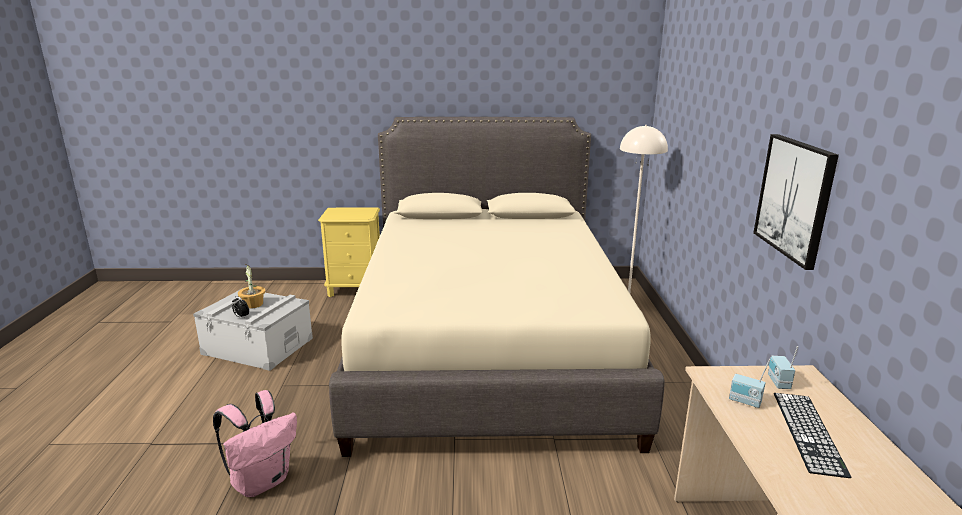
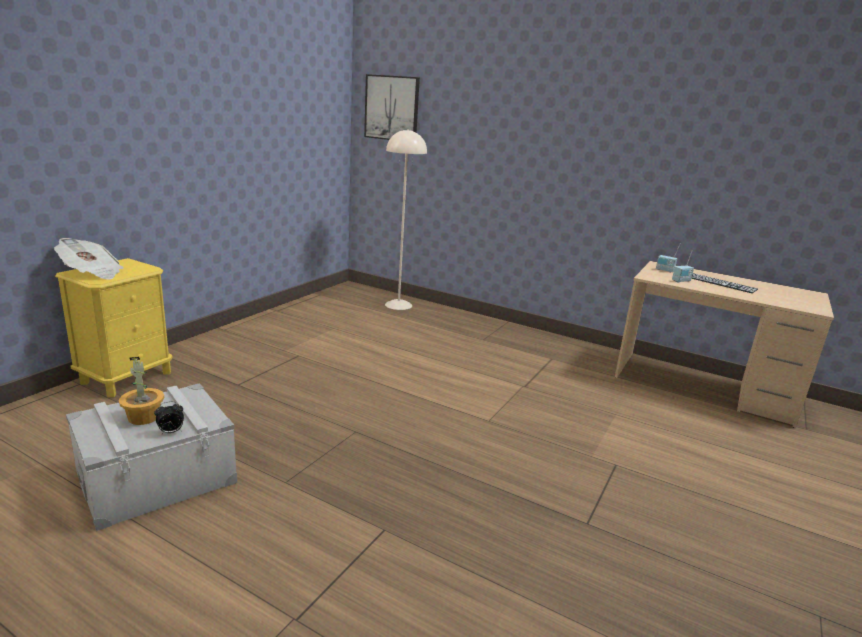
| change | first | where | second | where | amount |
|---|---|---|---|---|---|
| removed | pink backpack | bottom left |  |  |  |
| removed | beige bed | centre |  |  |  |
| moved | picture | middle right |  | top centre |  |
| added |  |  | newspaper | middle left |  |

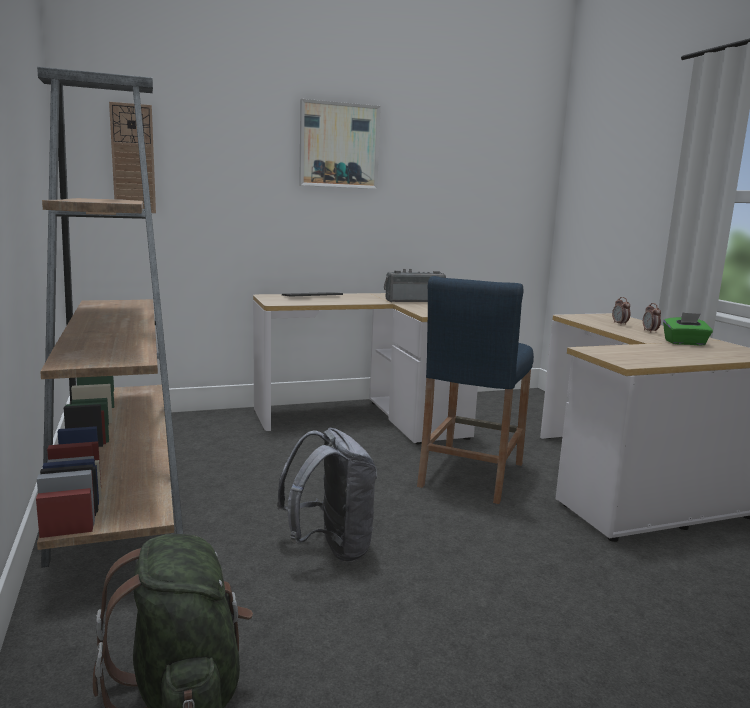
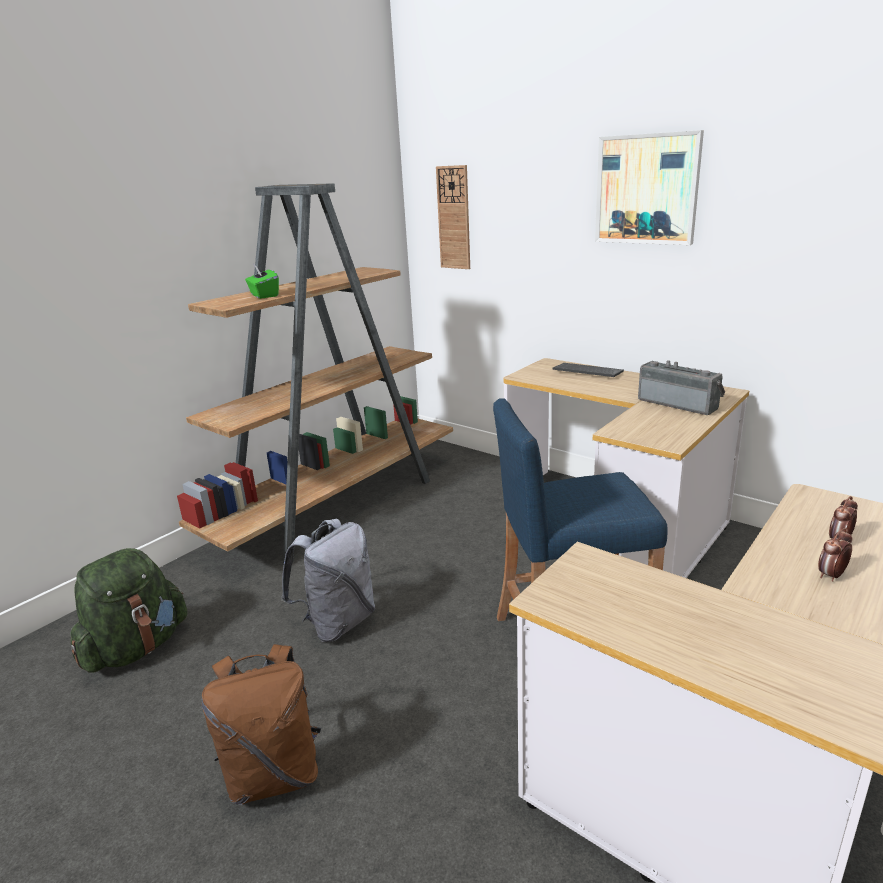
| change | first | where | second | where | amount |
|---|---|---|---|---|---|
| moved | green tissue box | middle right |  | top left |  |
| added |  |  | brown backpack | bottom left |  |

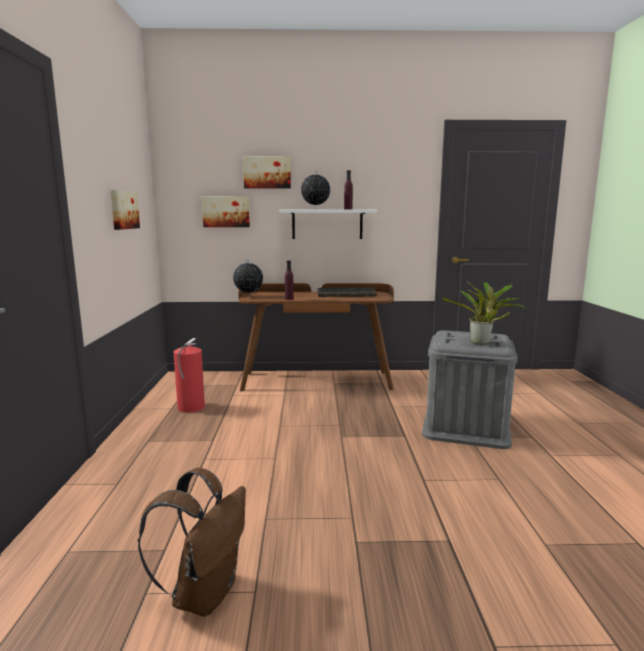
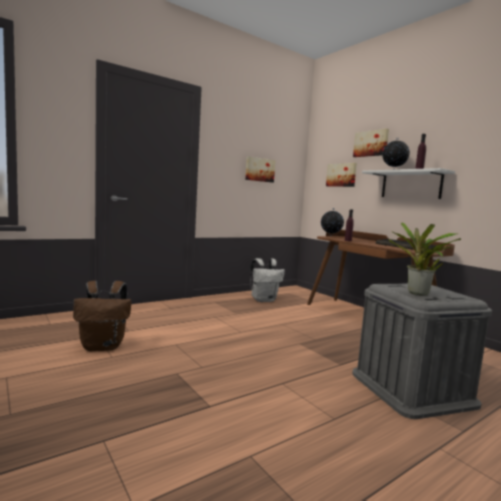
| change | first | where | second | where | amount |
|---|---|---|---|---|---|
| replaced | fire extinguisher | middle left | white backpack | centre |  |

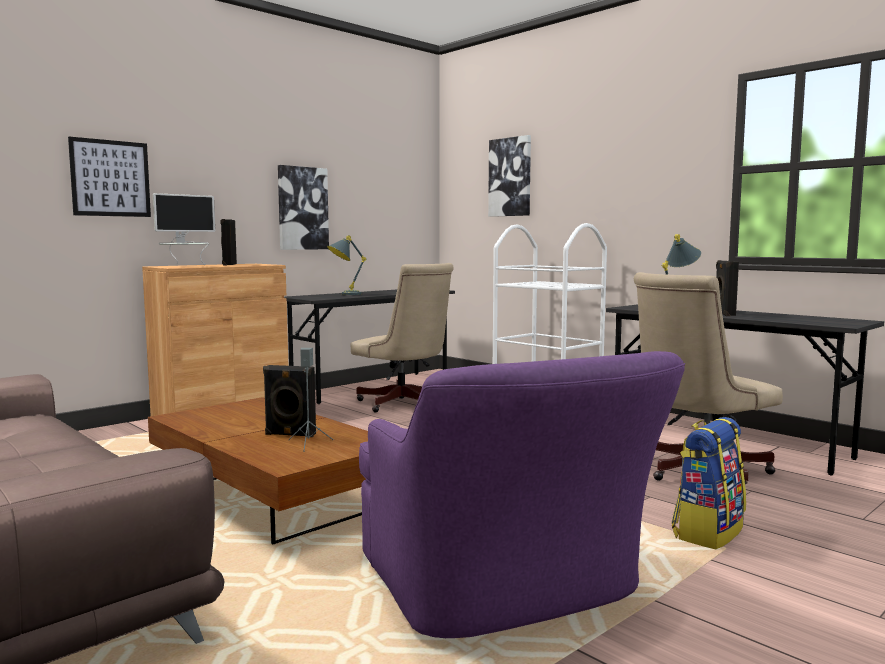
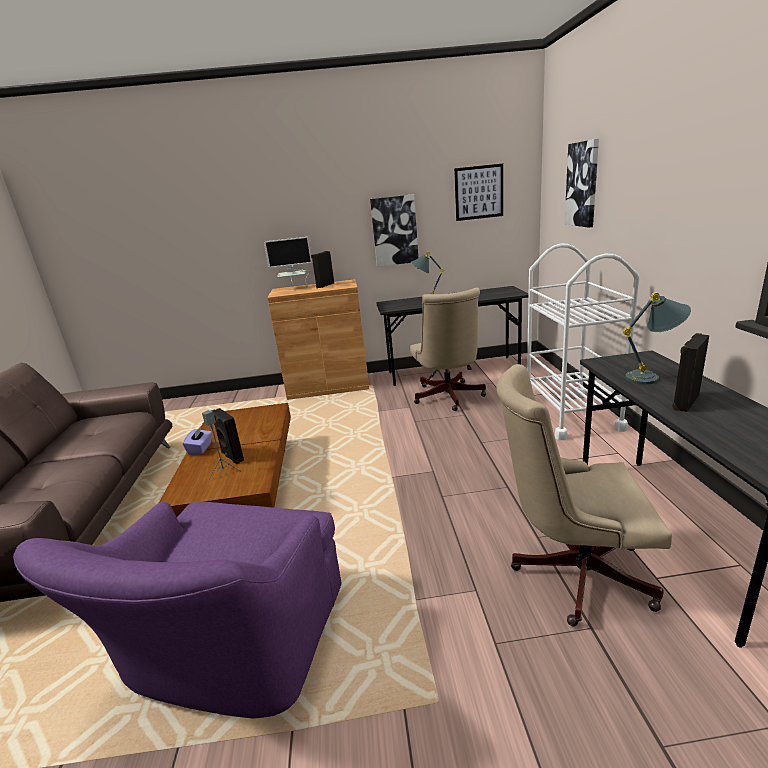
| change | first | where | second | where | amount |
|---|---|---|---|---|---|
| moved | picture (1st from left in the first image) | top left | picture (2nd from left) | top centre |  |
| removed | backpack | bottom right |  |  |  |
| added |  |  | purple tissue box | middle left |  |

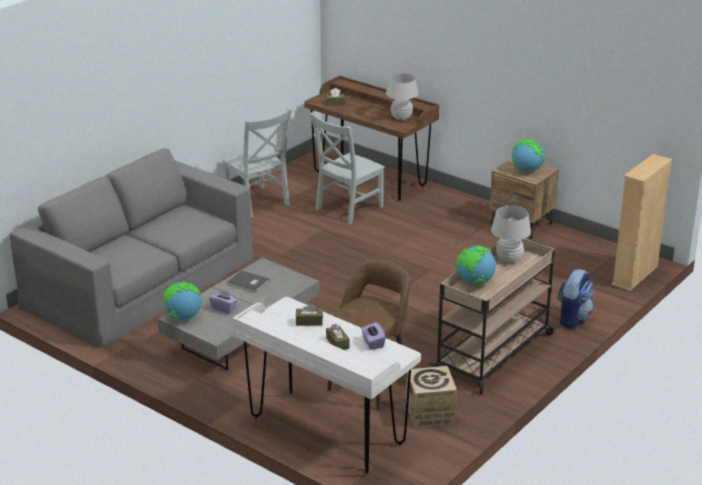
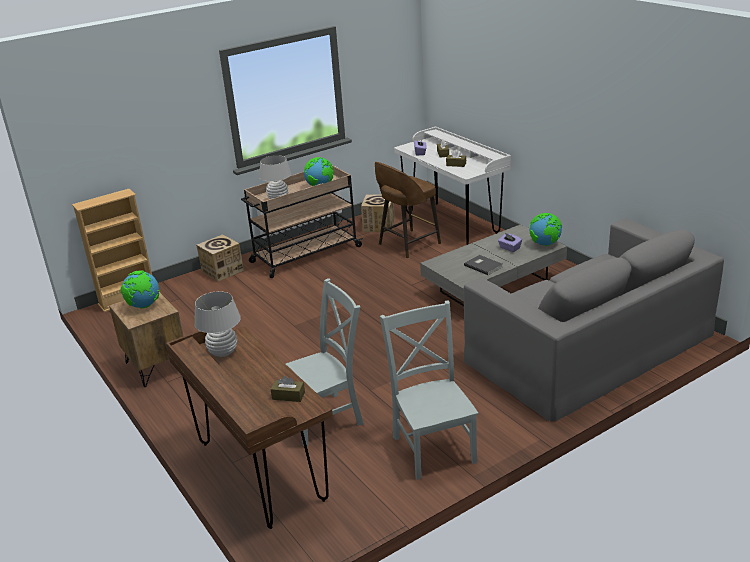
| change | first | where | second | where | amount |
|---|---|---|---|---|---|
| replaced | backpack | middle right | cardboard box (1st from left) | middle left |  |

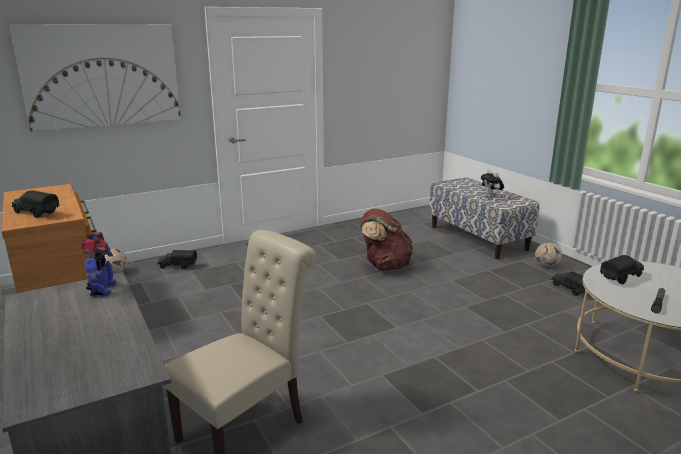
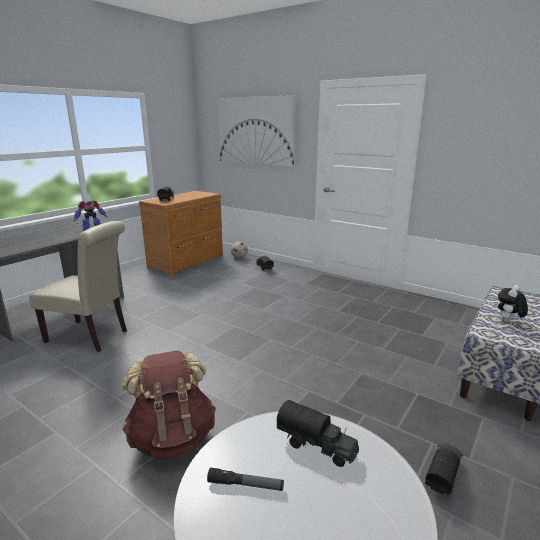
| change | first | where | second | where | amount |
|---|---|---|---|---|---|
| moved | brown backpack | centre |  | bottom left |  |
| removed | football (2nd from left) | middle right |  |  |  |

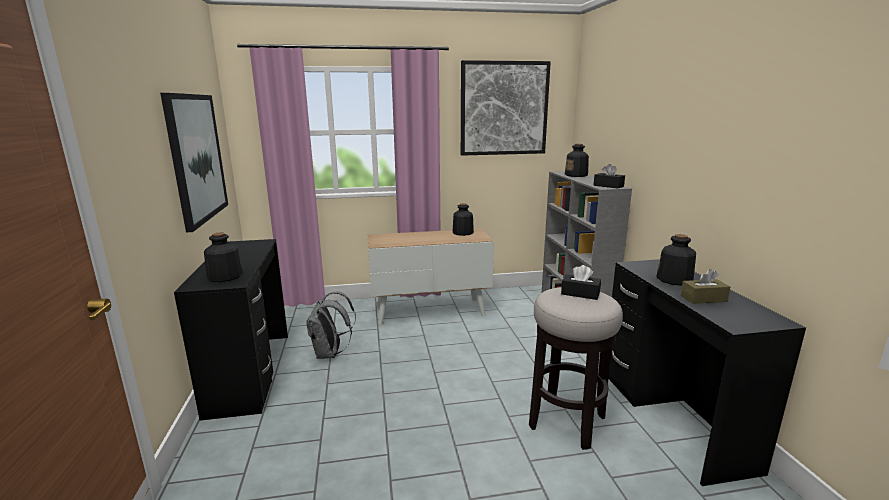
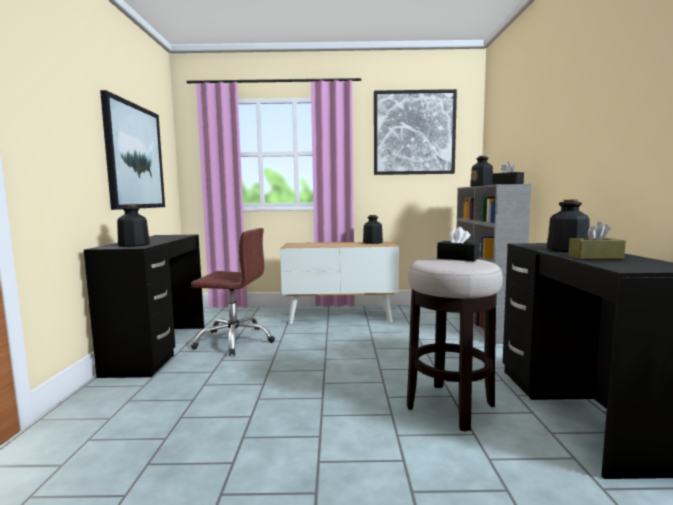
| change | first | where | second | where | amount |
|---|---|---|---|---|---|
| replaced | grey backpack | centre | brown office chair | centre |  |

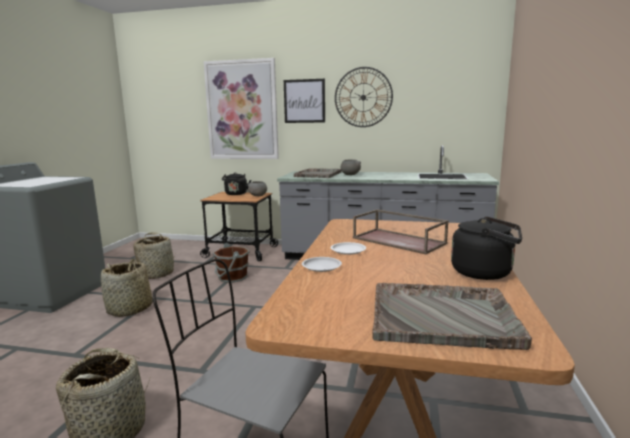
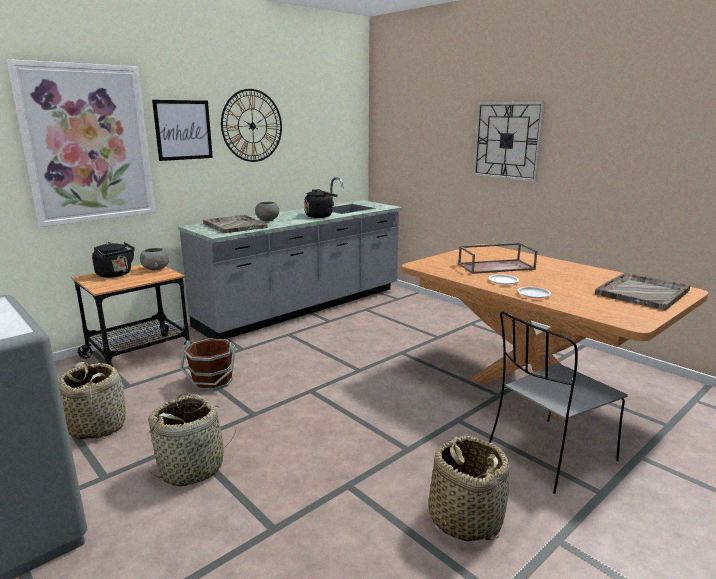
| change | first | where | second | where | amount |
|---|---|---|---|---|---|
| moved | black kettle (2nd from left) | middle right |  | centre |  |
| added |  |  | wall clock (2nd from left) | top right |  |

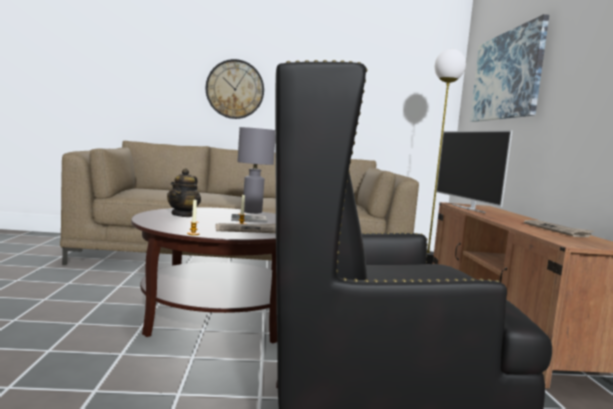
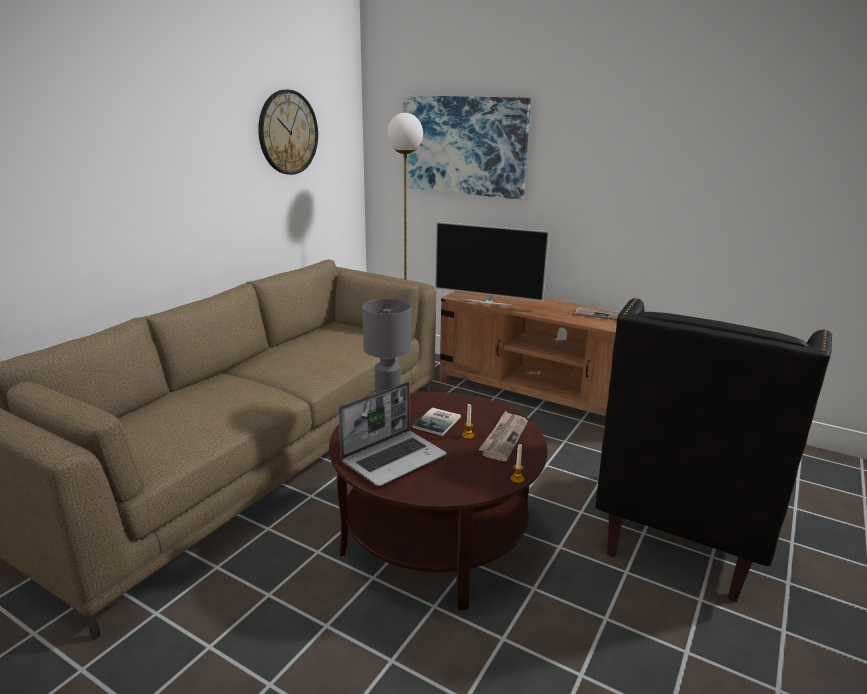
| change | first | where | second | where | amount |
|---|---|---|---|---|---|
| replaced | teapot | middle left | laptop | centre |  |
| moved | wall clock | top centre |  | top left |  |

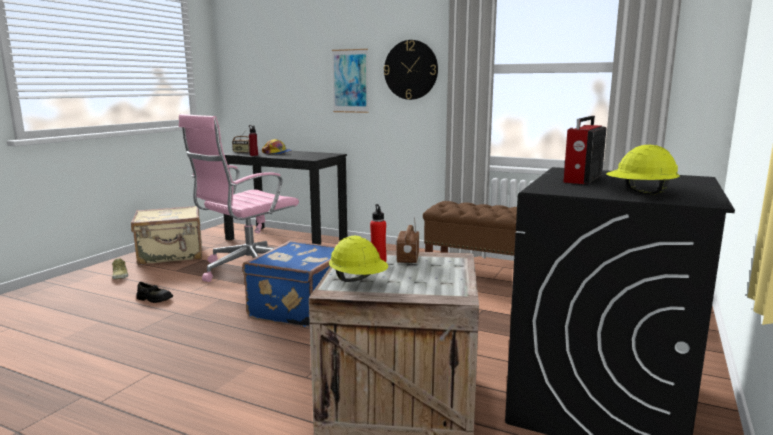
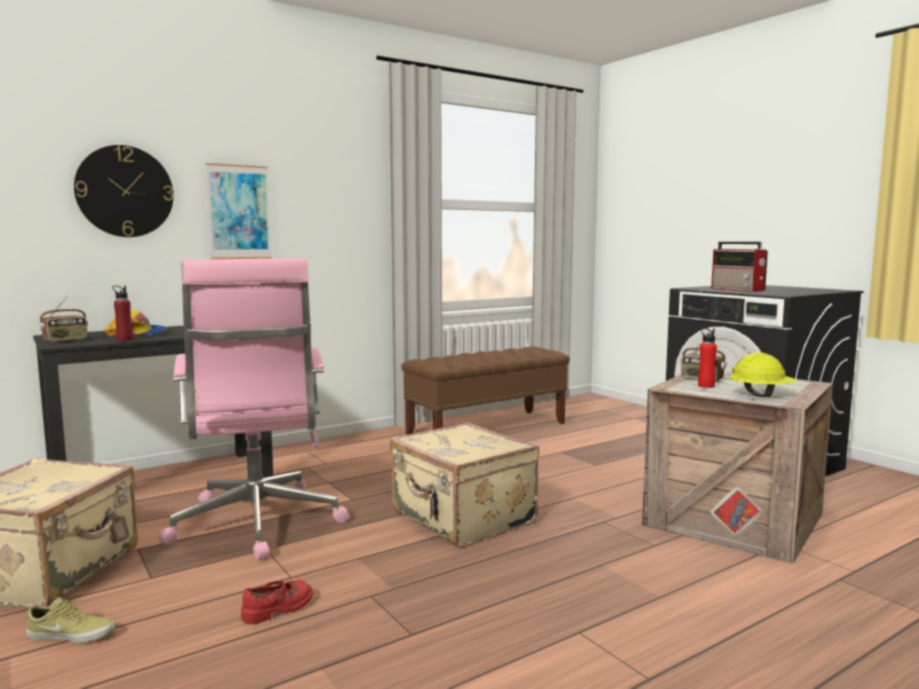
| change | first | where | second | where | amount |
|---|---|---|---|---|---|
| recoloured | black shoe | bottom left | red shoe | bottom left |  |
| recoloured | blue suitcase | centre | beige suitcase (2nd from left) | bottom centre |  |
| moved | wall clock | top centre |  | top left |  |
| removed | yellow hard hat (2nd from left) | middle right |  |  |  |

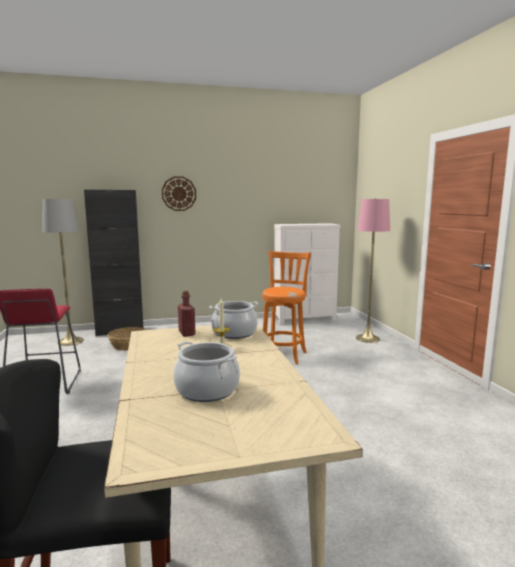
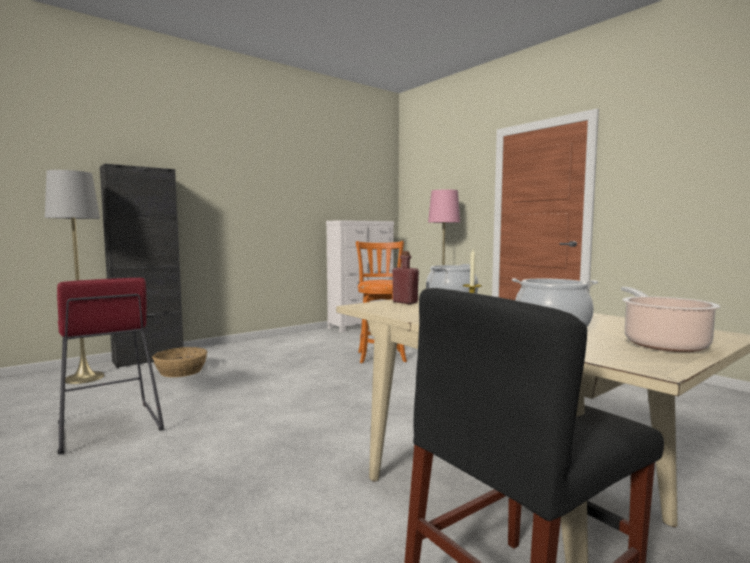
| change | first | where | second | where | amount |
|---|---|---|---|---|---|
| removed | wall clock | centre |  |  |  |
| added |  |  | cooking pot (3rd from left) | middle right |  |

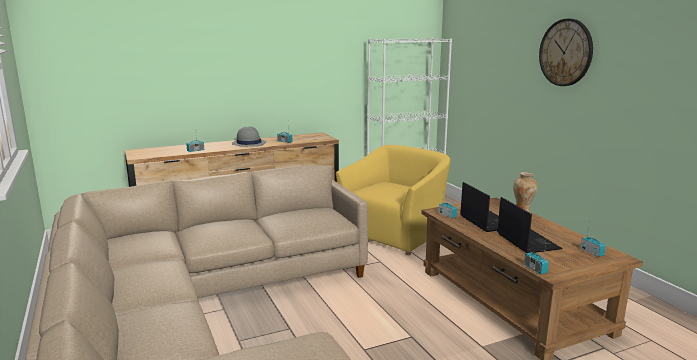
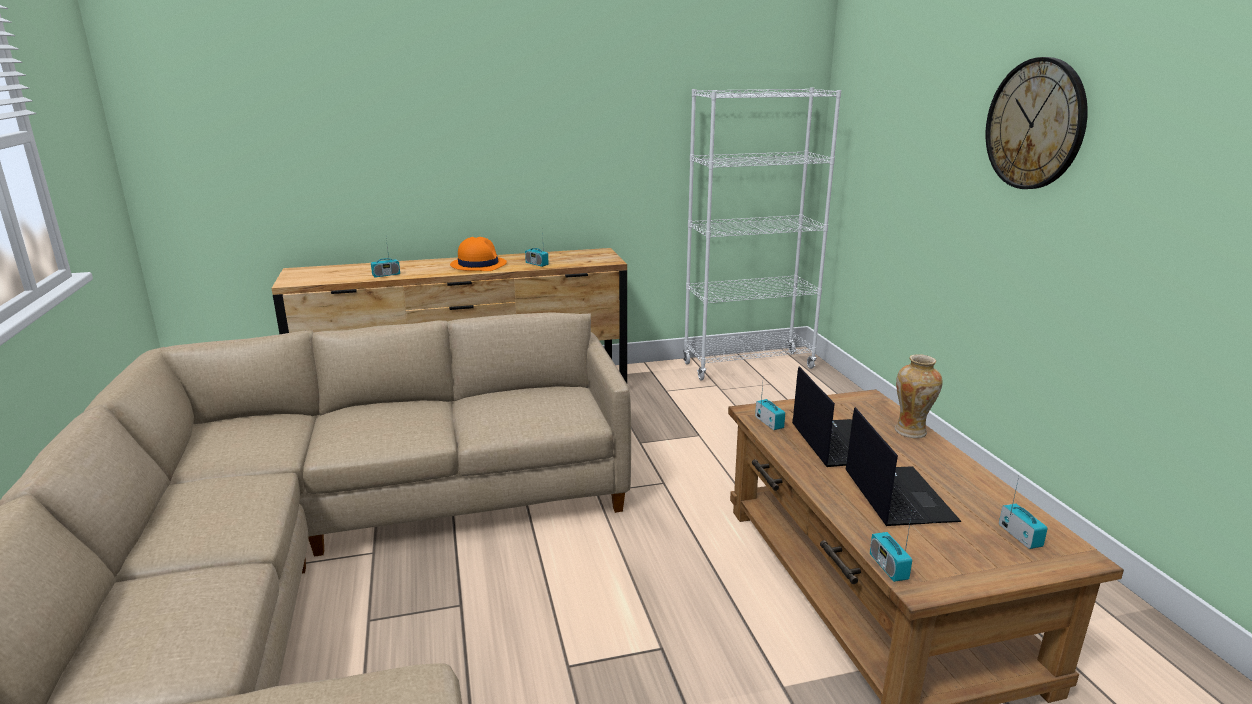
| change | first | where | second | where | amount |
|---|---|---|---|---|---|
| recoloured | grey hat | centre | orange hat | centre |  |
| removed | yellow armchair | centre |  |  |  |

